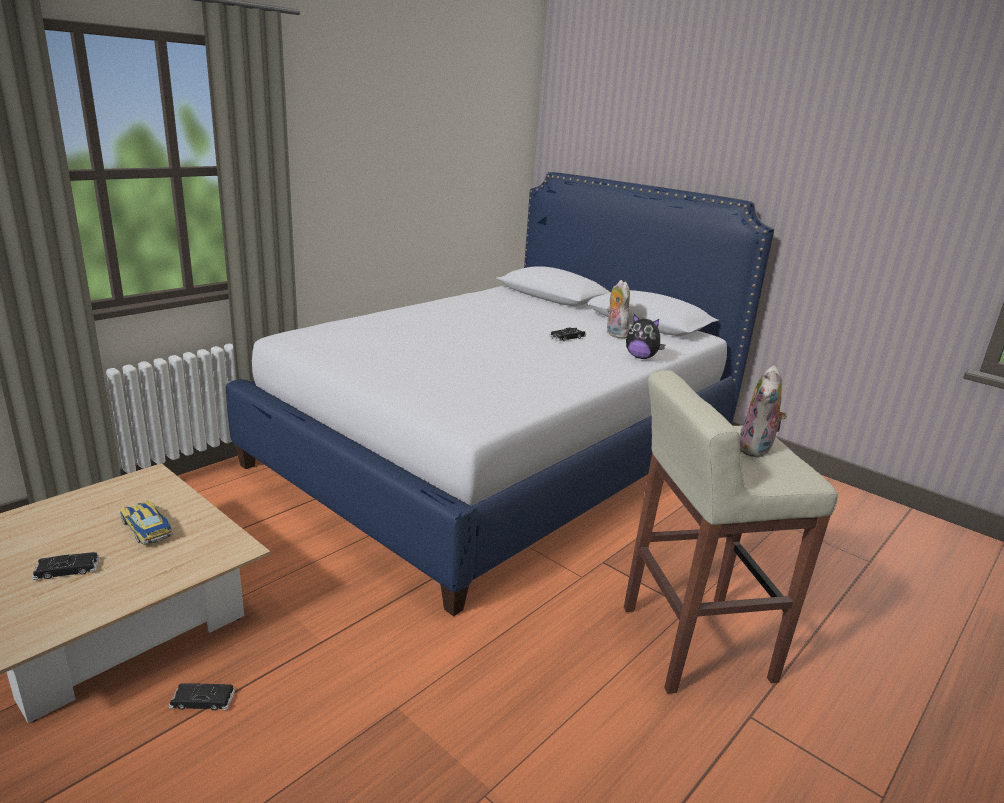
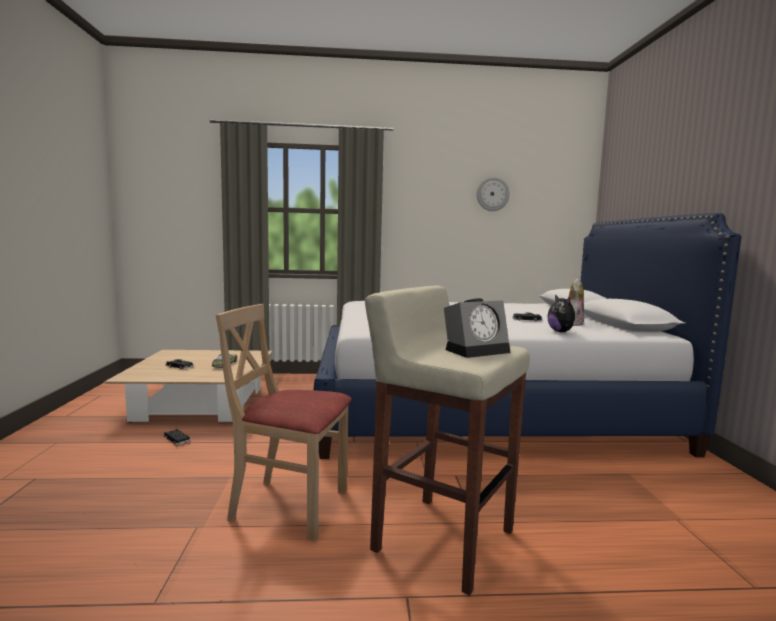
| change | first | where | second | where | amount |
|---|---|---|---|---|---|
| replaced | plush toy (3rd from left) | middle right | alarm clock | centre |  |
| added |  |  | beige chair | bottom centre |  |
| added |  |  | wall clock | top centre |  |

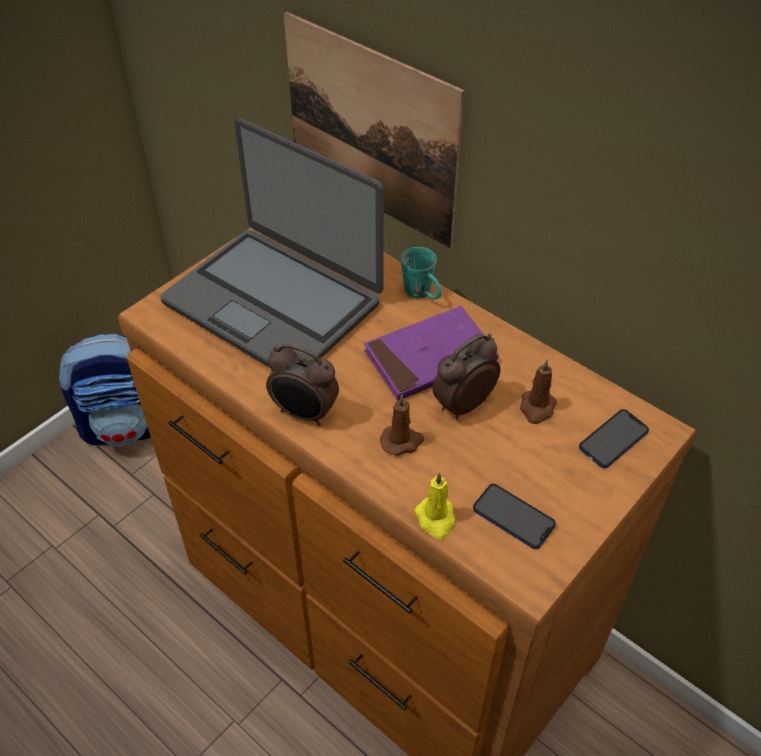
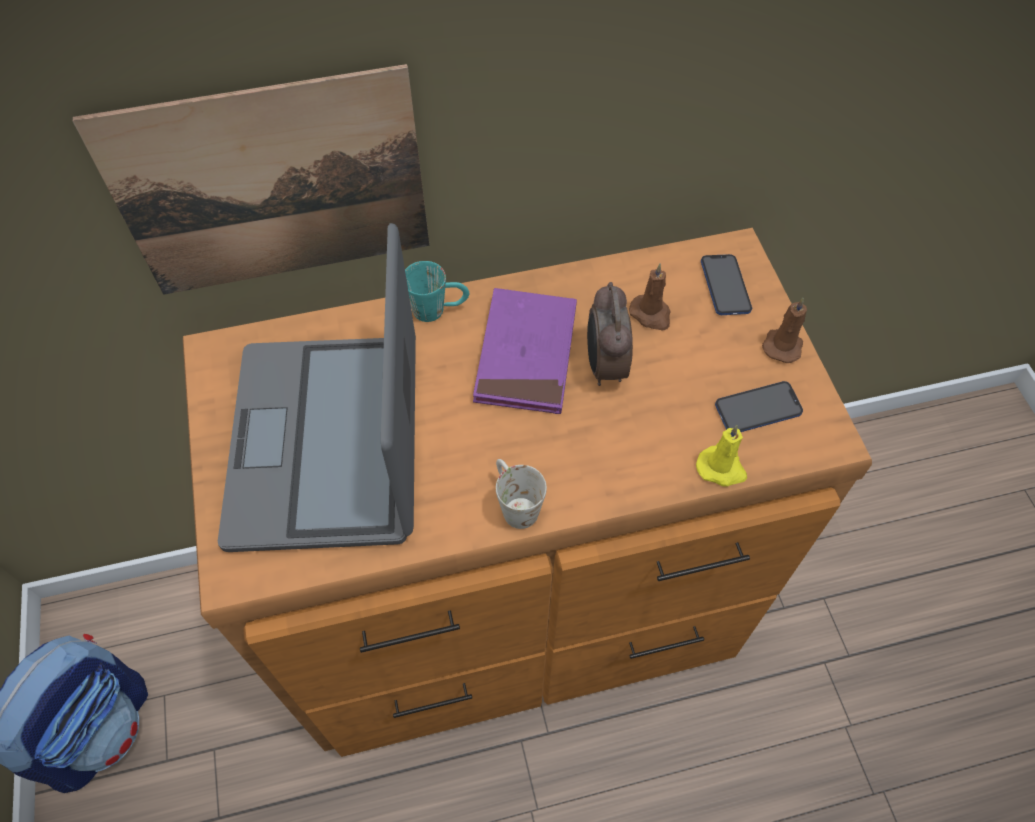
| change | first | where | second | where | amount |
|---|---|---|---|---|---|
| turned | laptop | top centre |  | middle left | 105 degrees clockwise |
| replaced | alarm clock (1st from left) | centre | white mug | centre |  |
| moved | brown candle (1st from left in the first image) | centre | brown candle (2nd from left) | middle right |  |

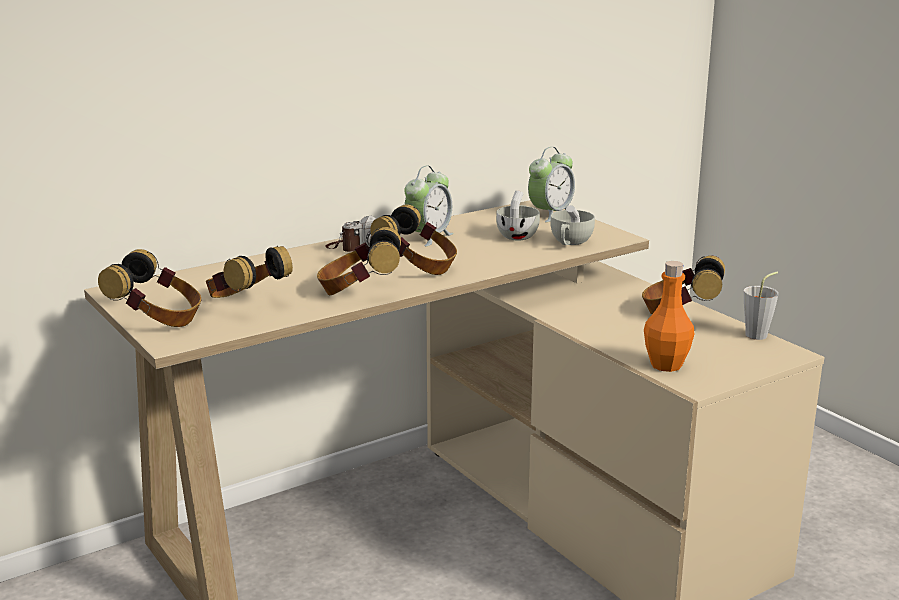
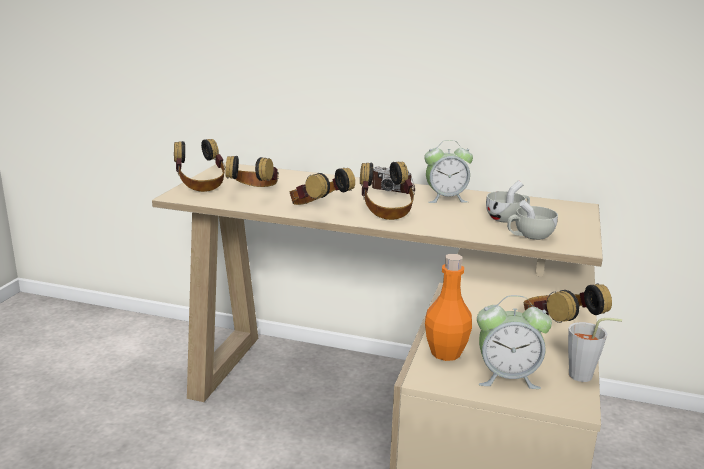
| change | first | where | second | where | amount |
|---|---|---|---|---|---|
| moved | alarm clock (2nd from left) | top centre |  | bottom right |  |

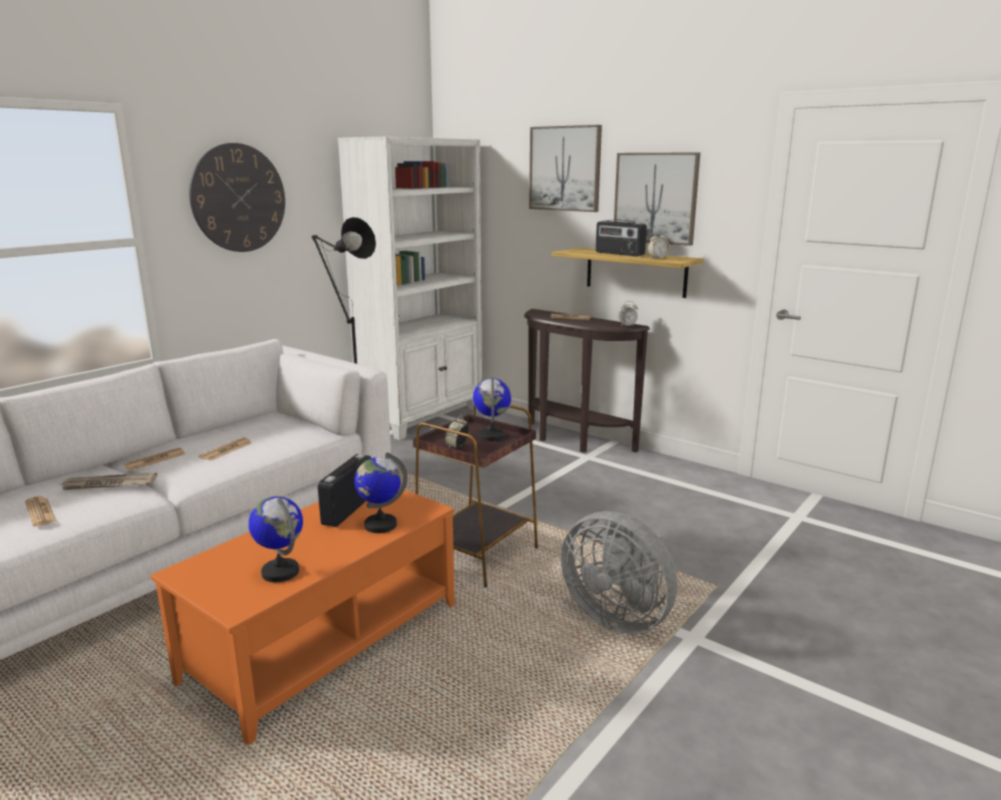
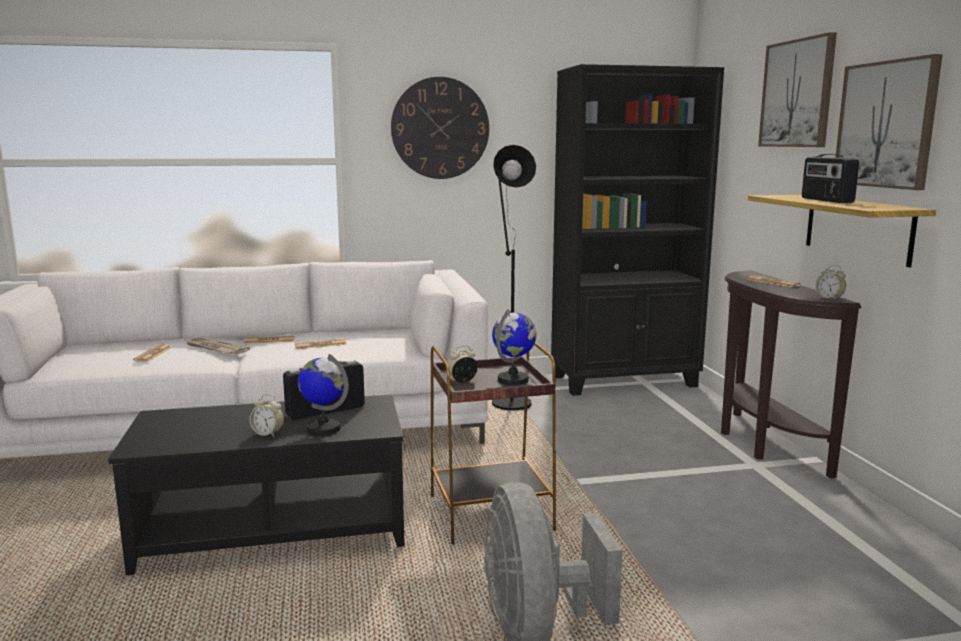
| change | first | where | second | where | amount |
|---|---|---|---|---|---|
| recoloured | orange coffee table | bottom left | black coffee table | bottom left |  |
| removed | globe (1st from left) | bottom left |  |  |  |
| recoloured | white bookcase | centre | black bookcase | centre |  |
| moved | alarm clock (3rd from left in the first image) | top centre | alarm clock (1st from left) | middle left |  |

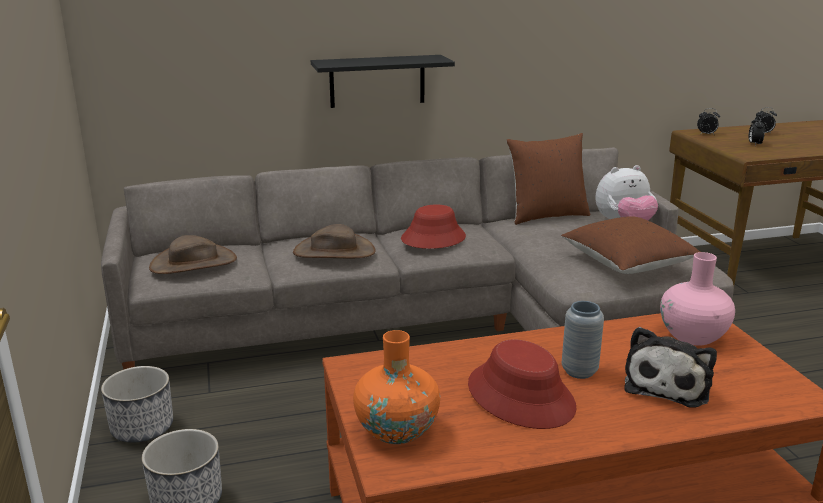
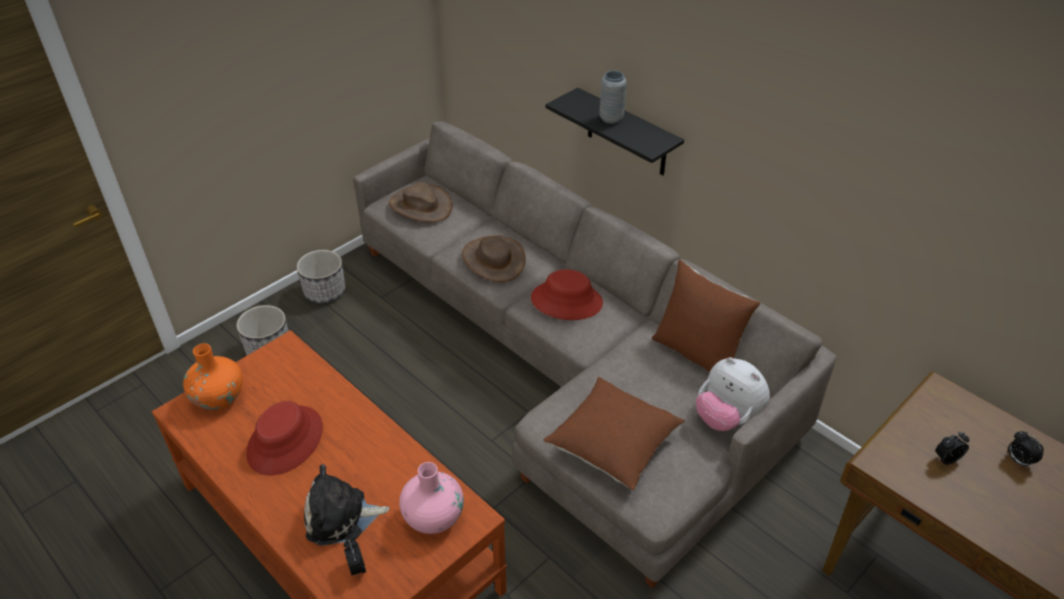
| change | first | where | second | where | amount |
|---|---|---|---|---|---|
| moved | grey vase | bottom right |  | top centre |  |
| moved | alarm clock (1st from left) | top right |  | bottom centre |  |

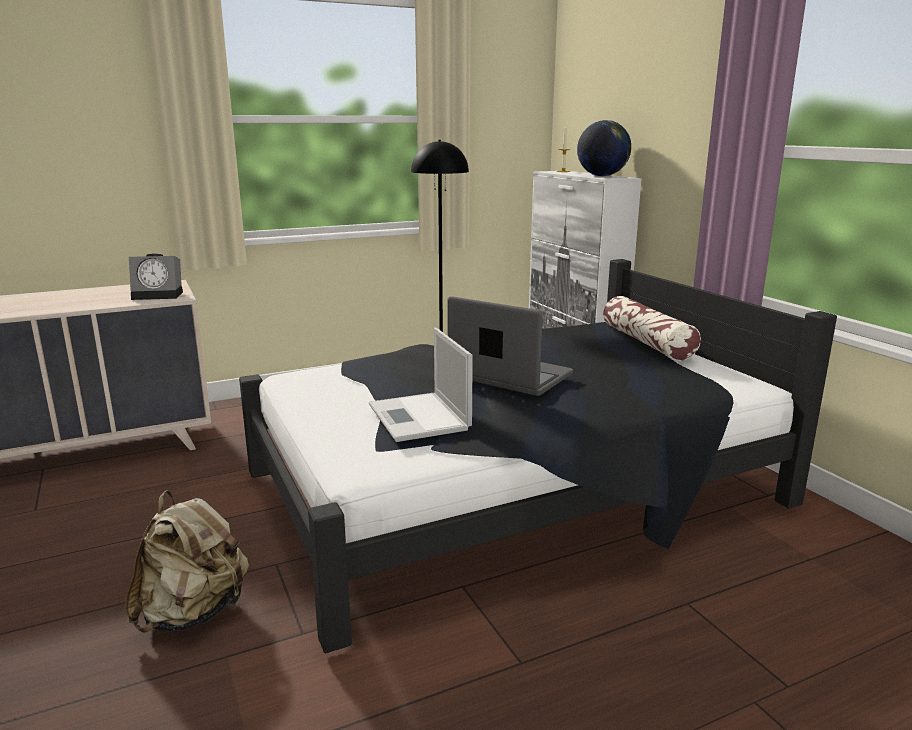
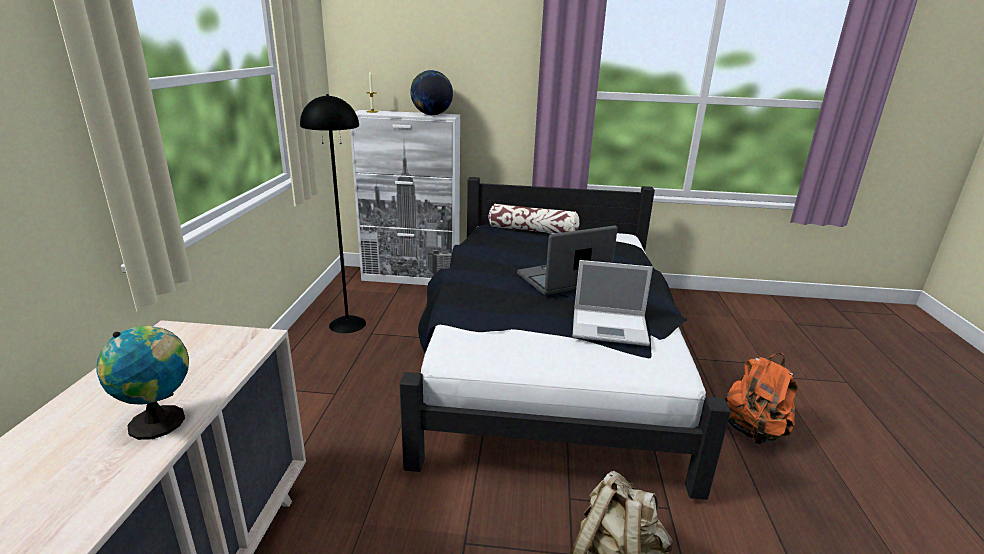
| change | first | where | second | where | amount |
|---|---|---|---|---|---|
| removed | alarm clock | middle left |  |  |  |
| added |  |  | globe (1st from left) | bottom left |  |
| added |  |  | orange backpack | bottom right |  |

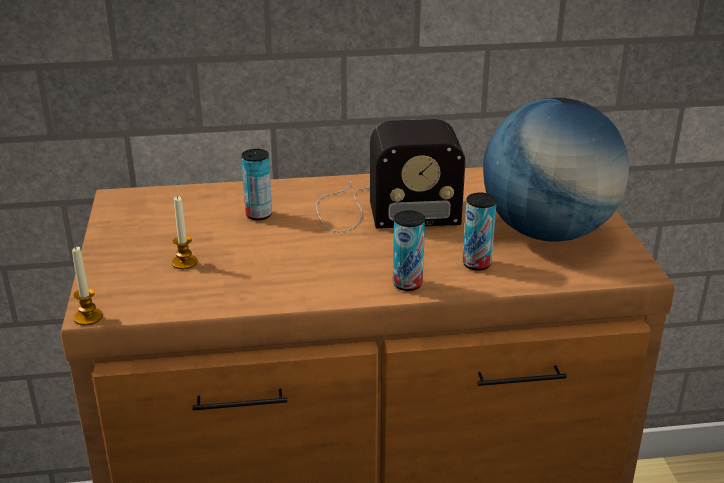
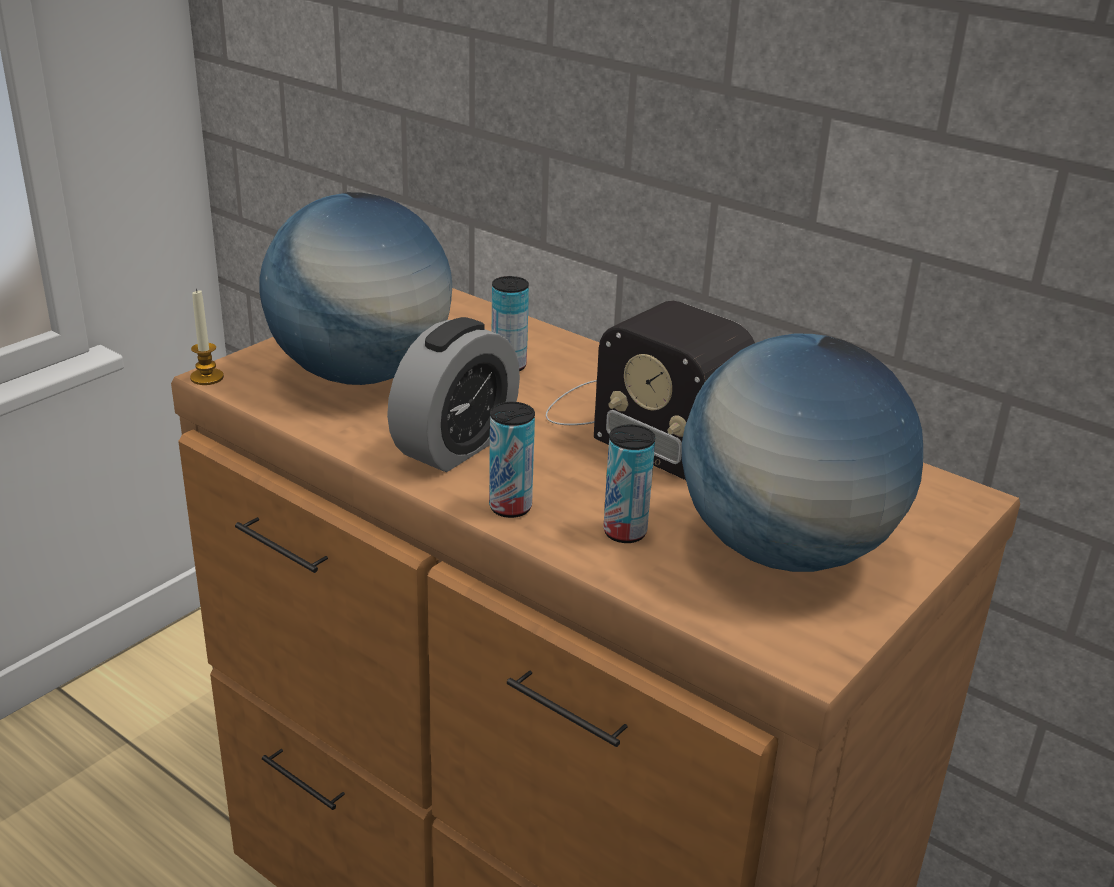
| change | first | where | second | where | amount |
|---|---|---|---|---|---|
| replaced | candle (2nd from left) | middle left | globe (1st from left) | top left |  |
| added |  |  | alarm clock | centre |  |

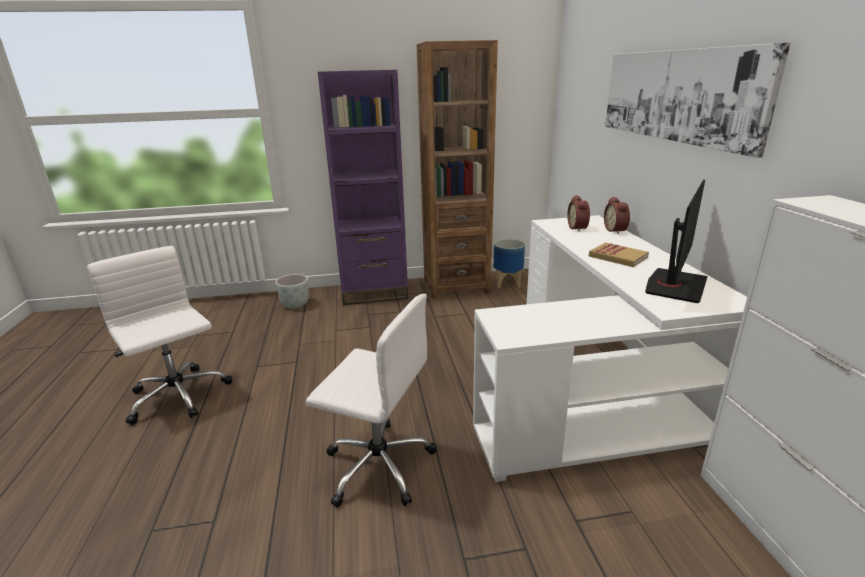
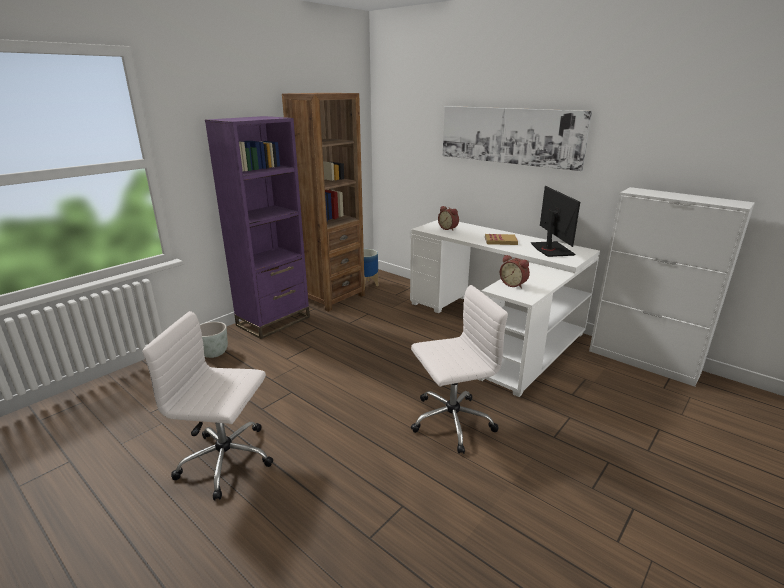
| change | first | where | second | where | amount |
|---|---|---|---|---|---|
| moved | alarm clock (2nd from left) | middle right |  | centre |  |

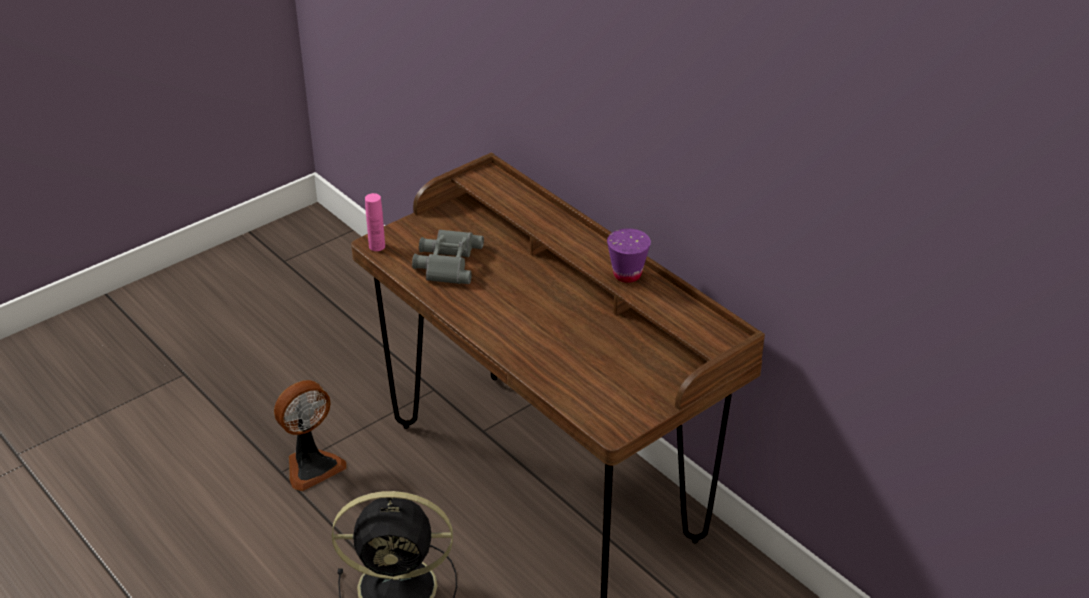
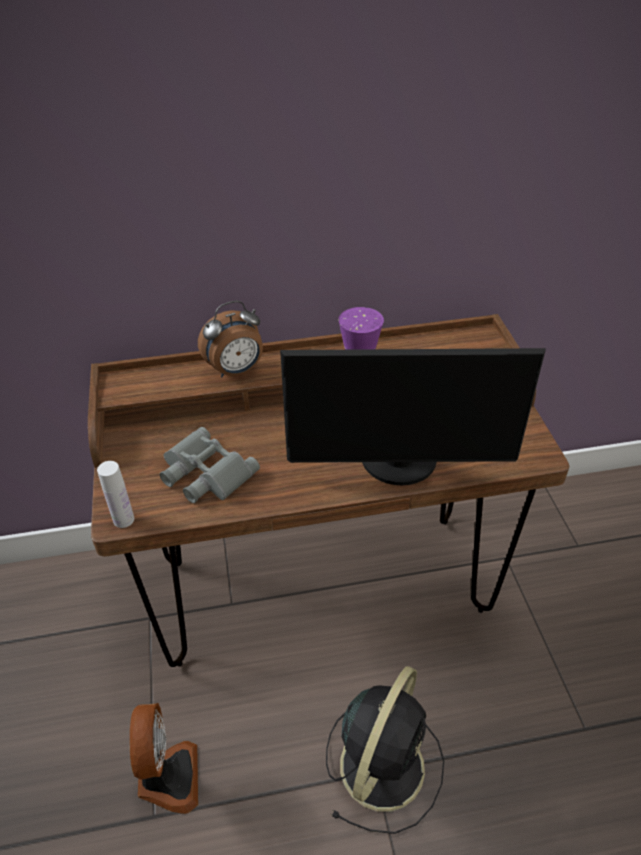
| change | first | where | second | where | amount |
|---|---|---|---|---|---|
| recoloured | pink bottle | centre | white bottle | middle left |  |
| added |  |  | alarm clock | centre |  |
| added |  |  | monitor | centre |  |

